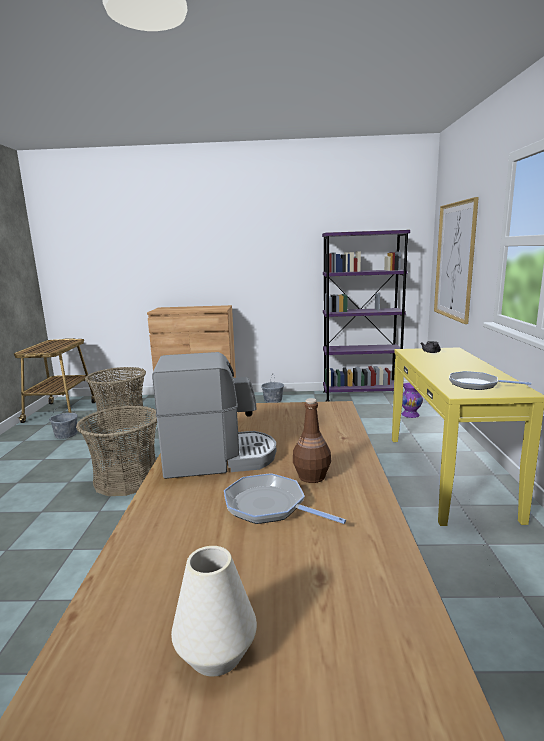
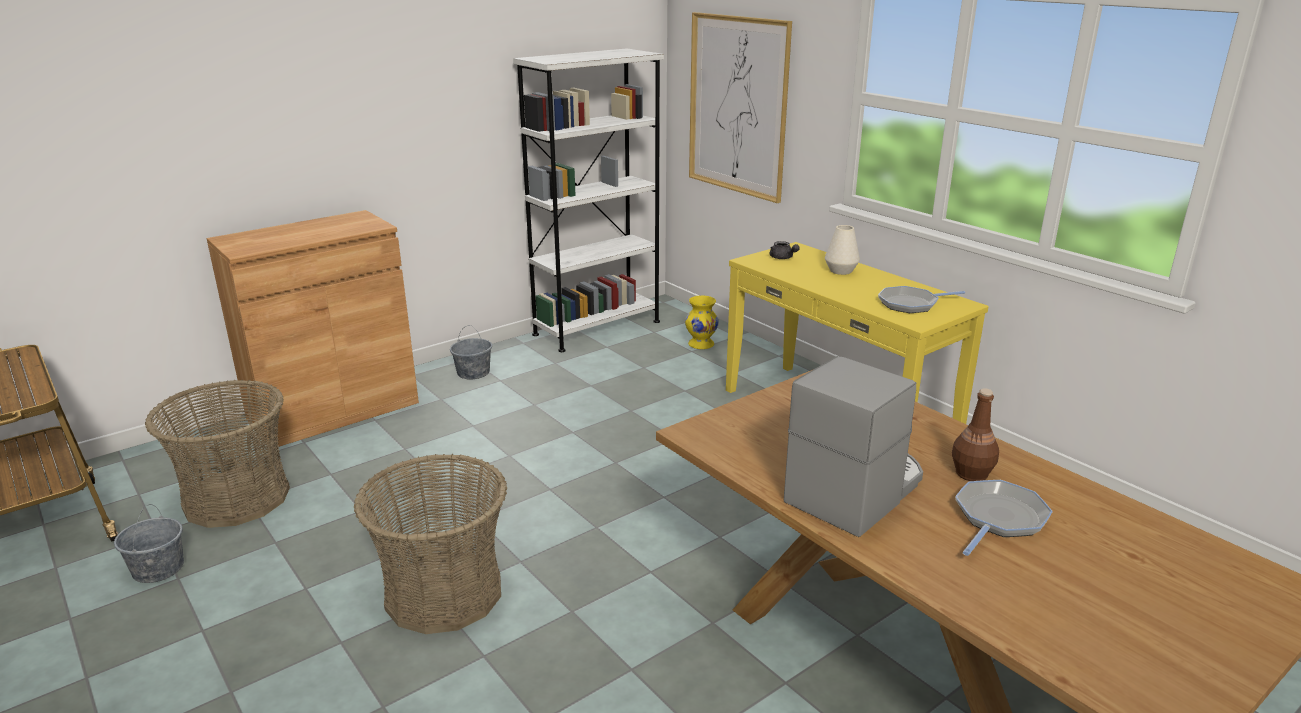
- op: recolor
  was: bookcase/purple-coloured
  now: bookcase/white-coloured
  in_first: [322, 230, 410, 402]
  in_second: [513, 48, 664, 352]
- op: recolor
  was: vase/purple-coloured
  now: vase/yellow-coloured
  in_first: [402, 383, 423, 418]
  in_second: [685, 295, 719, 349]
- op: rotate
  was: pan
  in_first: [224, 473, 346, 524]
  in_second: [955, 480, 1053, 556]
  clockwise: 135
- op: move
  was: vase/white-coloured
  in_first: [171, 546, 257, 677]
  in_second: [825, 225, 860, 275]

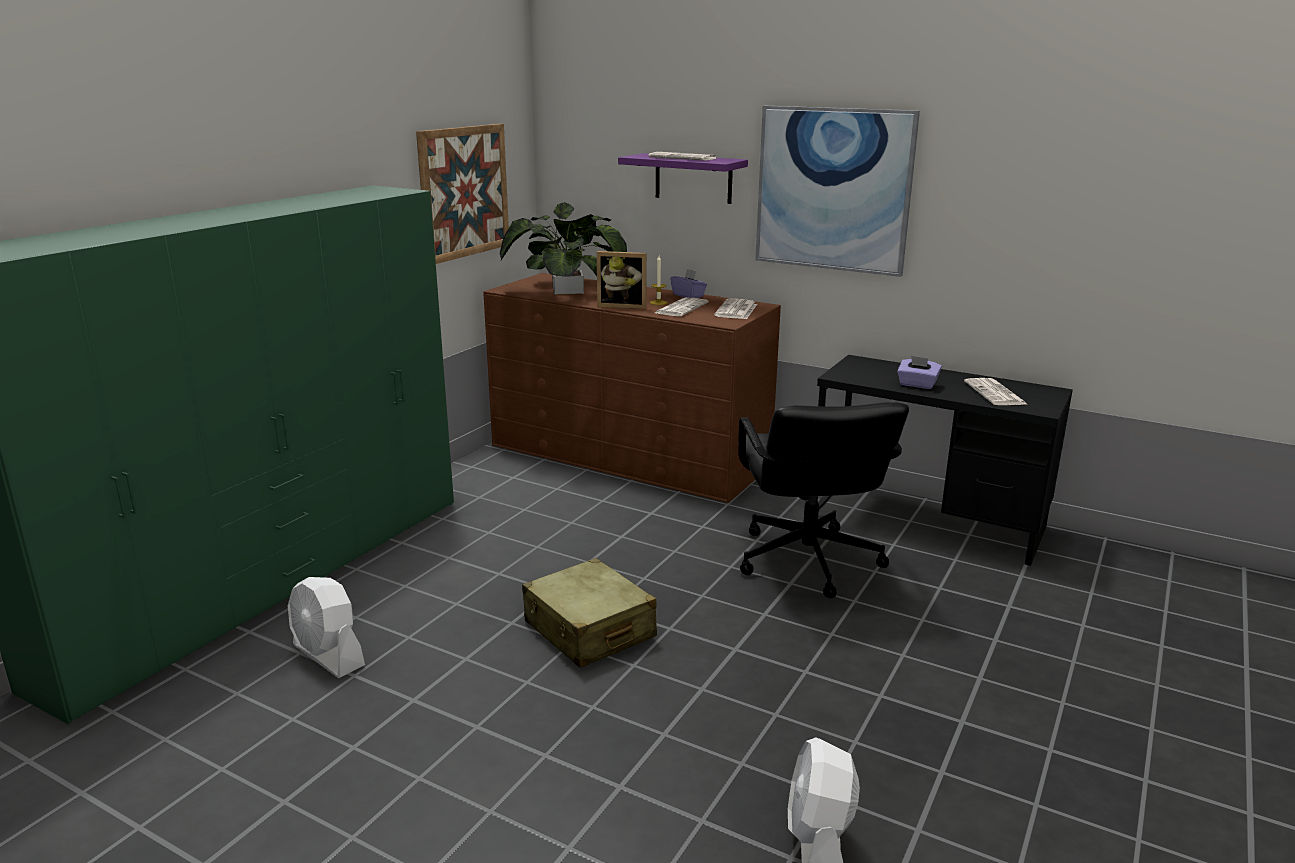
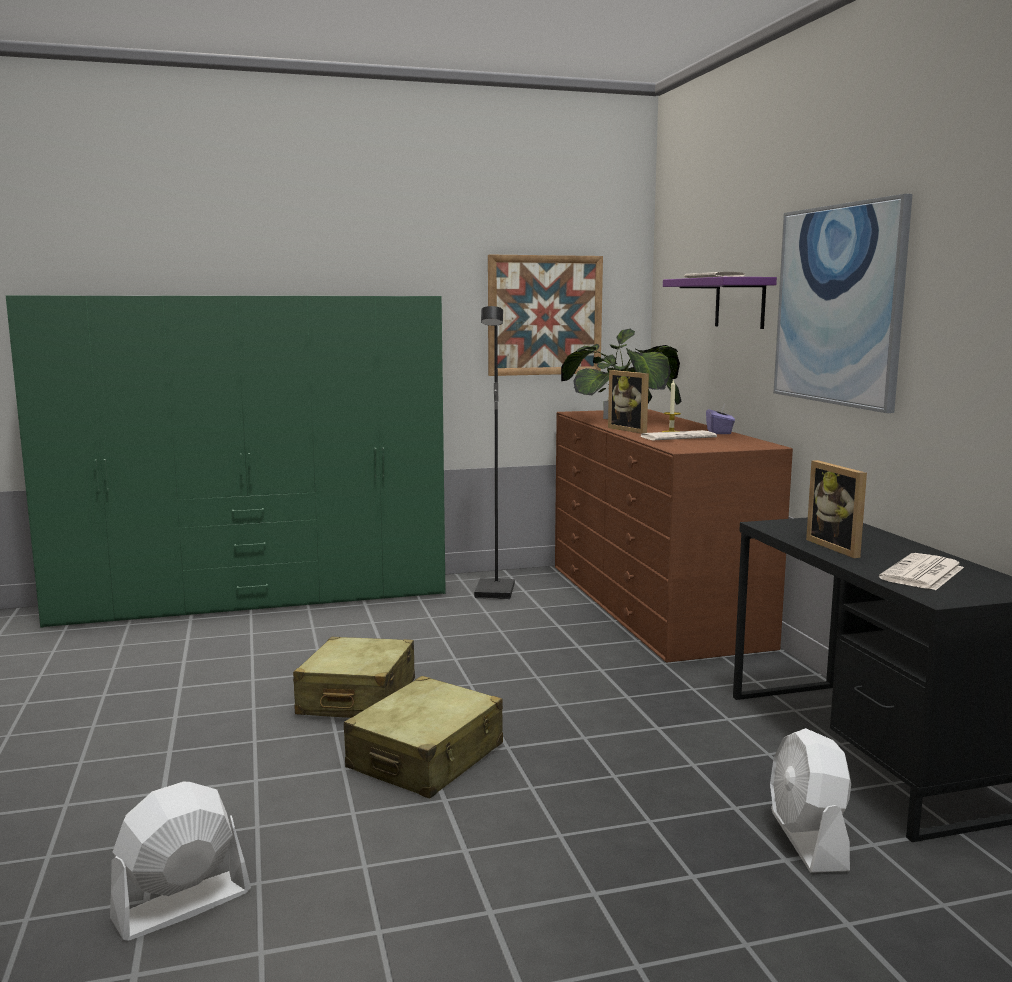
- op: delete
  was: daily paper
  in_first: [714, 299, 757, 319]
- op: replace
  was: tissue holder/purple-coloured
  now: standing frame
  in_first: [897, 356, 942, 389]
  in_second: [806, 460, 867, 558]
- op: delete
  was: desk chair/black
  in_first: [738, 402, 909, 598]
- op: move
  was: cooling fan/white-coloured
  in_first: [288, 577, 365, 678]
  in_second: [770, 728, 851, 873]
- op: insert
  now: standing lamp/black
  in_second: [474, 306, 515, 599]
- op: insert
  now: travel case/sand-coloured
  in_second: [344, 676, 503, 798]

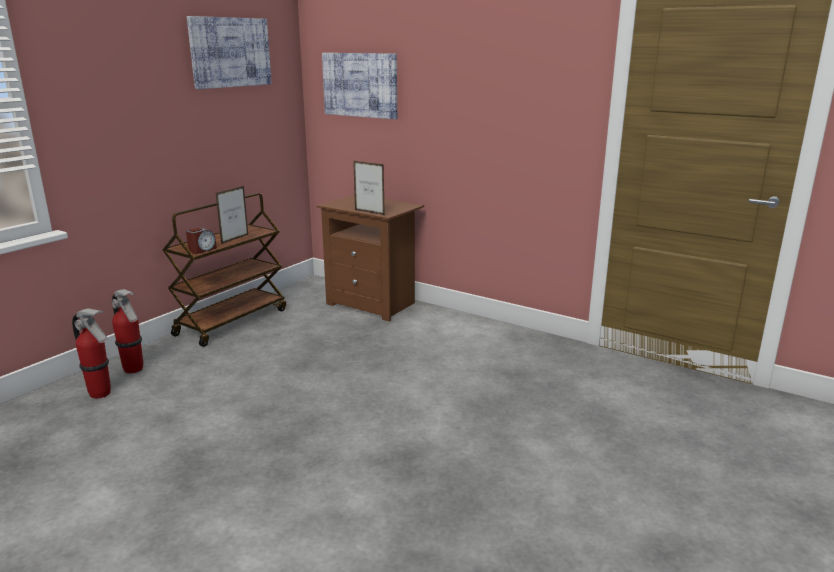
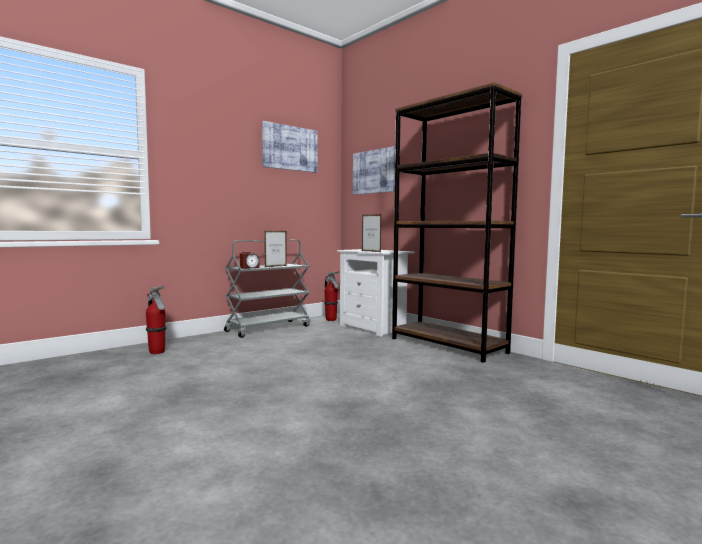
- op: recolor
  was: trolley/brown
  now: trolley/gray
  in_first: [163, 193, 286, 347]
  in_second: [224, 240, 310, 338]
- op: recolor
  was: nightstand/brown
  now: nightstand/white-coloured
  in_first: [317, 194, 424, 322]
  in_second: [337, 249, 415, 337]
- op: move
  was: extinguisher
  in_first: [111, 289, 143, 374]
  in_second: [324, 271, 340, 321]
- op: insert
  now: bookcase/brown
  in_second: [392, 82, 522, 363]

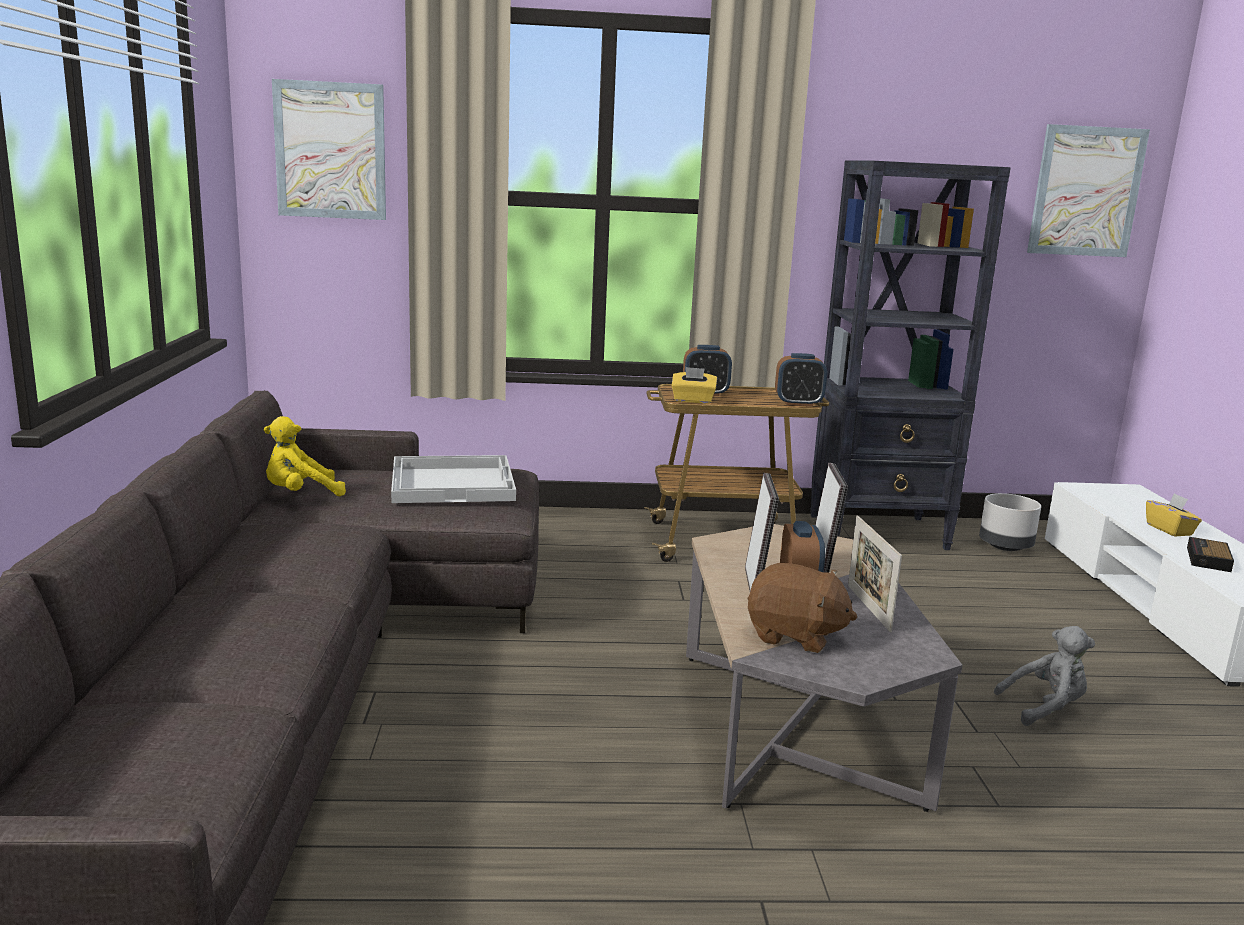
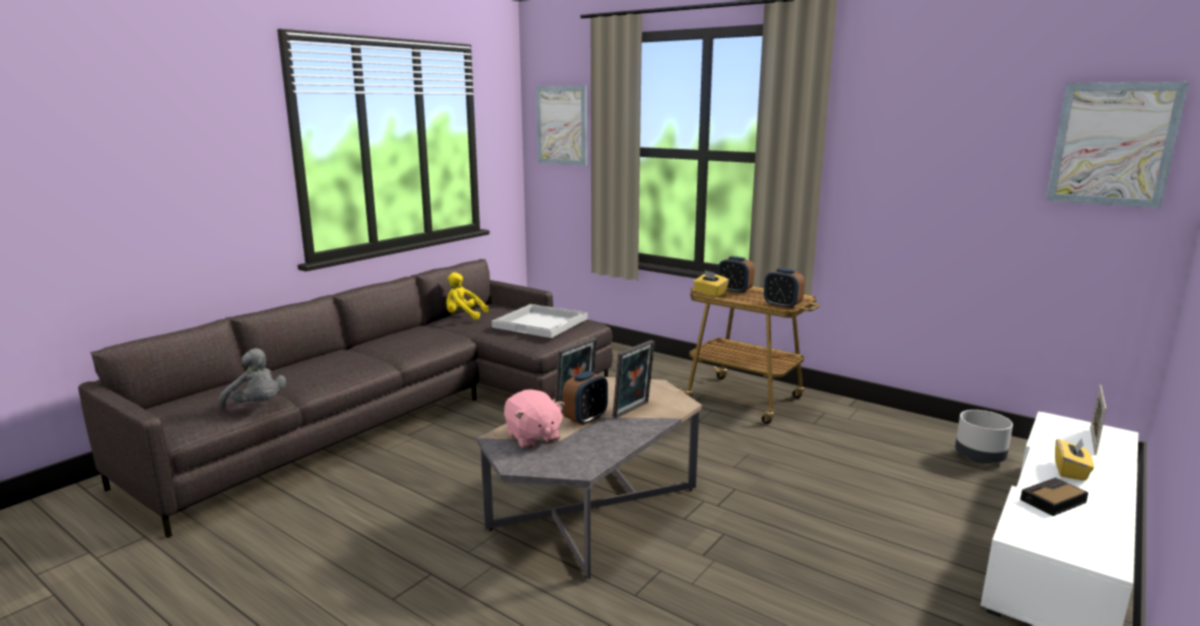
- op: delete
  was: bookcase/black
  in_first: [810, 160, 1011, 550]
- op: move
  was: standing frame
  in_first: [848, 515, 902, 632]
  in_second: [1090, 385, 1106, 455]
- op: recolor
  was: cuddly toy/brown
  now: cuddly toy/pinkish
  in_first: [748, 563, 857, 653]
  in_second: [504, 390, 564, 449]
- op: move
  was: cuddly toy/gray
  in_first: [994, 626, 1095, 726]
  in_second: [219, 348, 286, 407]

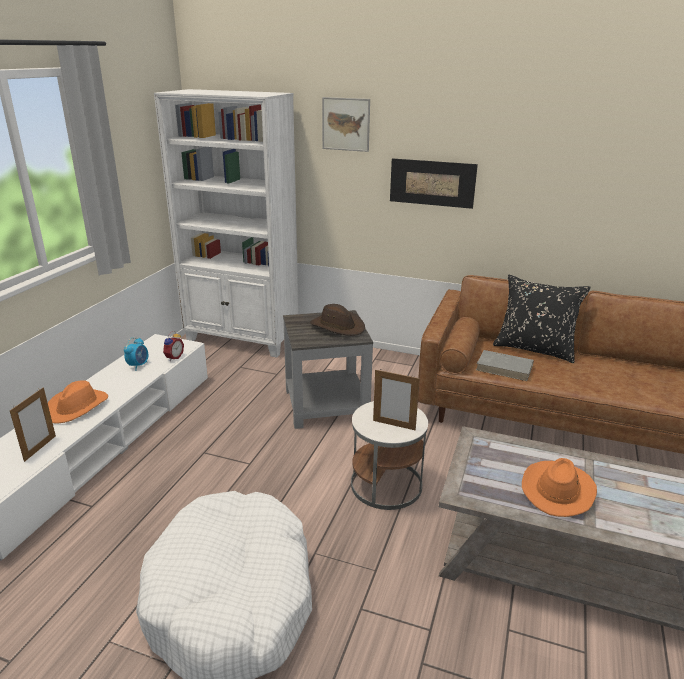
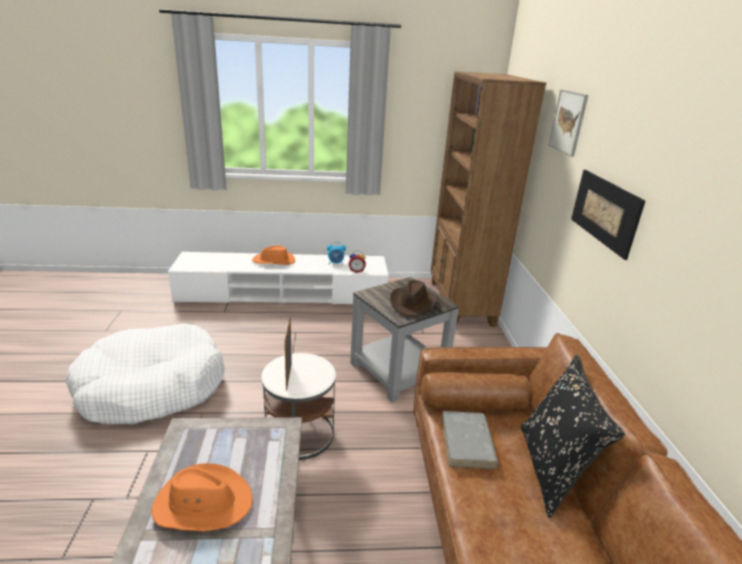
- op: recolor
  was: bookcase/white-coloured
  now: bookcase/brown
  in_first: [154, 89, 299, 357]
  in_second: [431, 71, 546, 327]
- op: delete
  was: standing frame
  in_first: [10, 387, 56, 462]

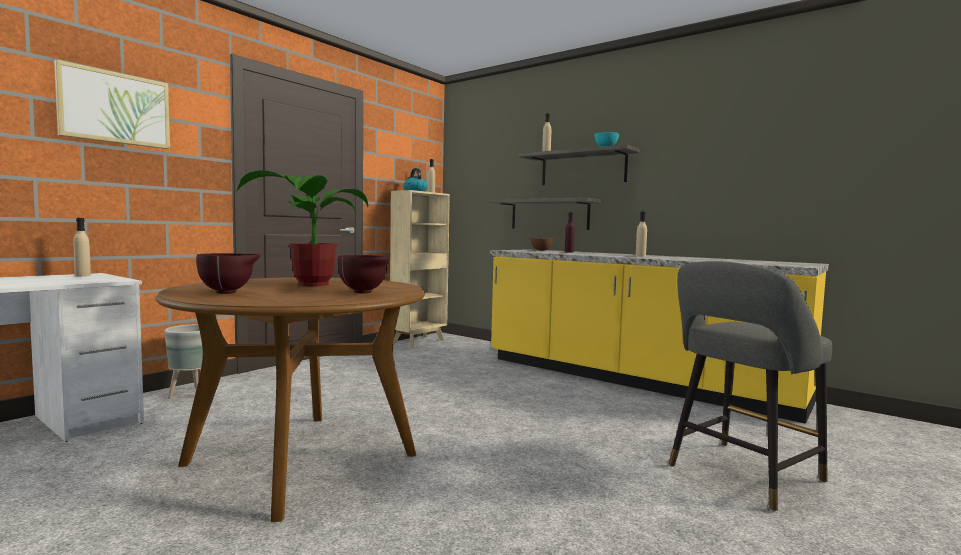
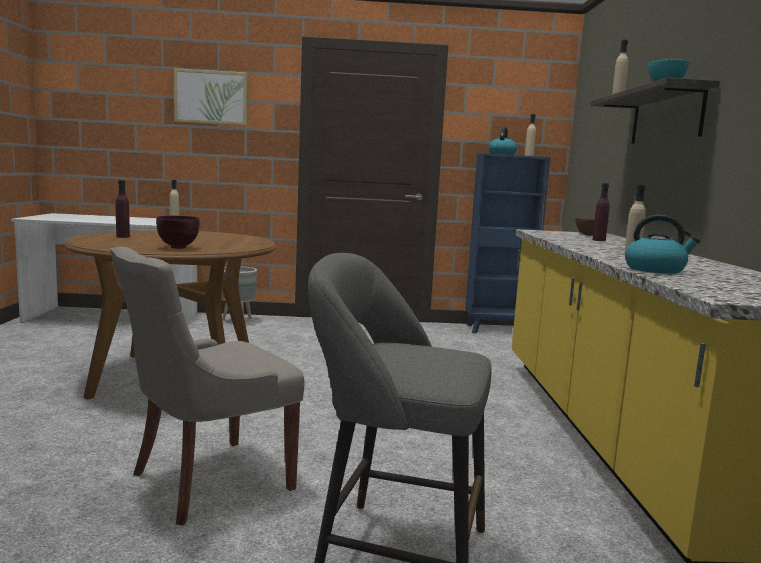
- op: delete
  was: plant in a pot
  in_first: [237, 170, 368, 286]
- op: recolor
  was: bookcase/sand-coloured
  now: bookcase/blue-coloured
  in_first: [390, 190, 450, 348]
  in_second: [465, 153, 550, 334]
- op: delete
  was: shelf
  in_first: [489, 197, 601, 230]
- op: replace
  was: serving bowl/brown
  now: bottle/purple-coloured
  in_first: [196, 253, 260, 294]
  in_second: [116, 180, 130, 238]
- op: insert
  now: water kettle
  in_second: [625, 215, 700, 274]
- op: insert
  now: upright chair/gray
  in_second: [110, 247, 304, 525]

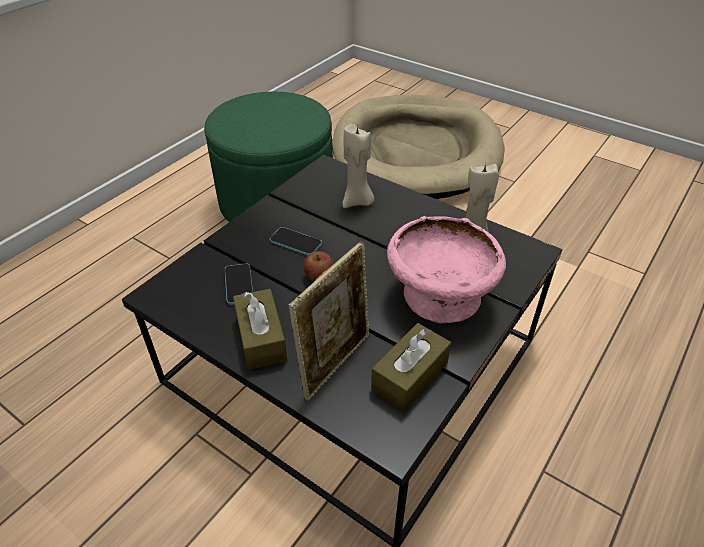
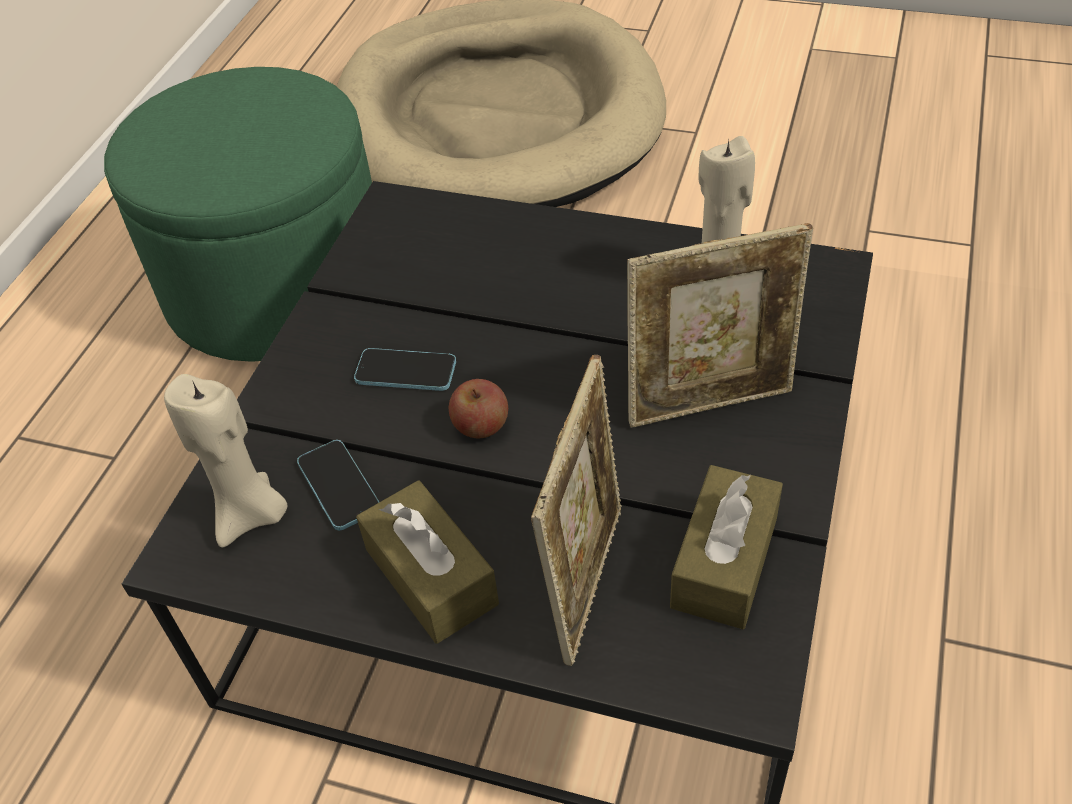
- op: move
  was: wax candle/sand-coloured
  in_first: [342, 124, 374, 208]
  in_second: [164, 374, 288, 548]
- op: replace
  was: serving bowl/pinkish
  now: standing frame
  in_first: [387, 216, 506, 323]
  in_second: [627, 223, 813, 428]

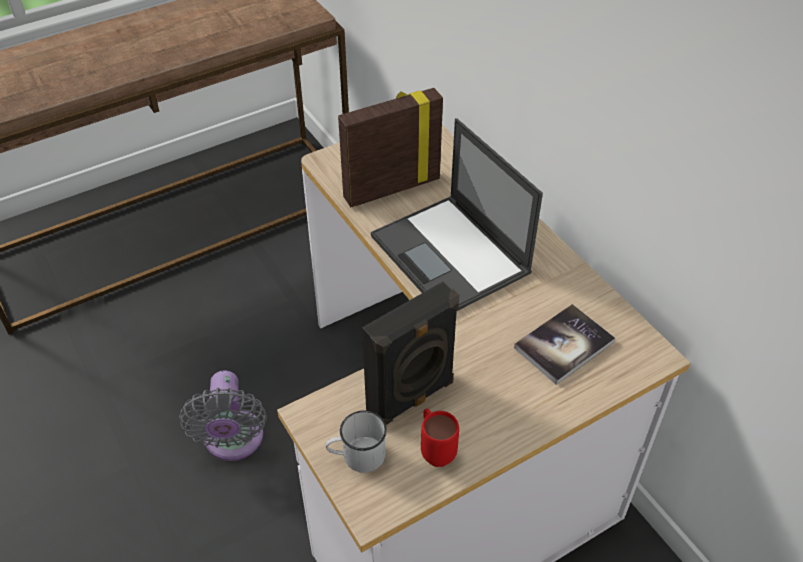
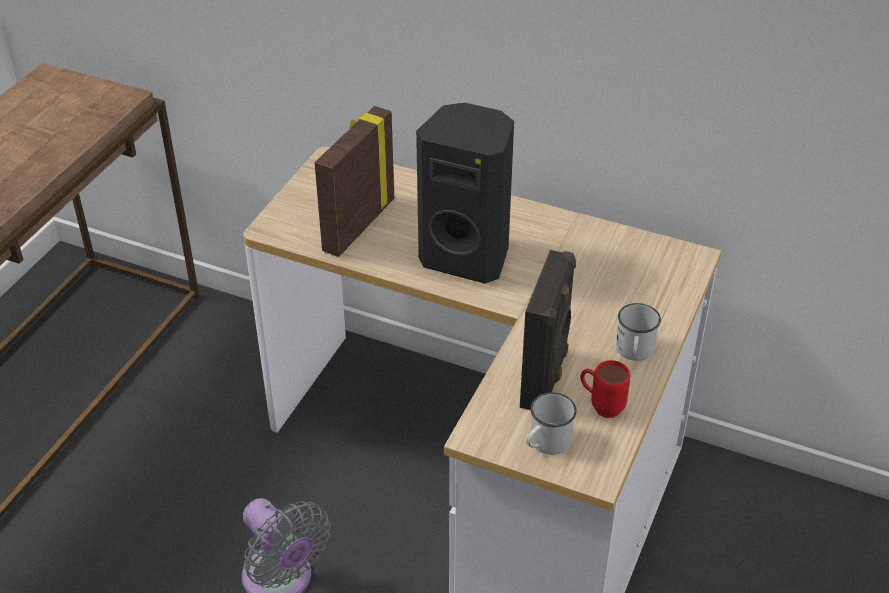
- op: replace
  was: portable computer
  now: speaker/black
  in_first: [371, 118, 543, 311]
  in_second: [416, 103, 514, 284]
- op: delete
  was: bound book
  in_first: [514, 304, 615, 385]
- op: insert
  now: coffee mug/white-coloured
  in_second: [616, 303, 661, 361]

